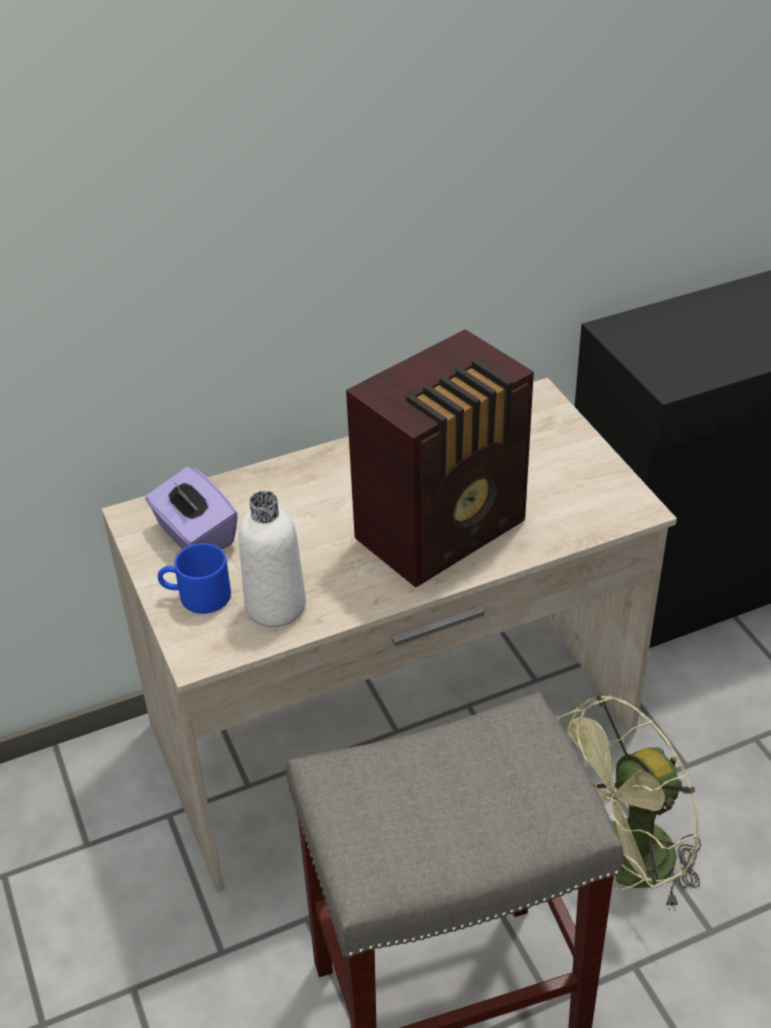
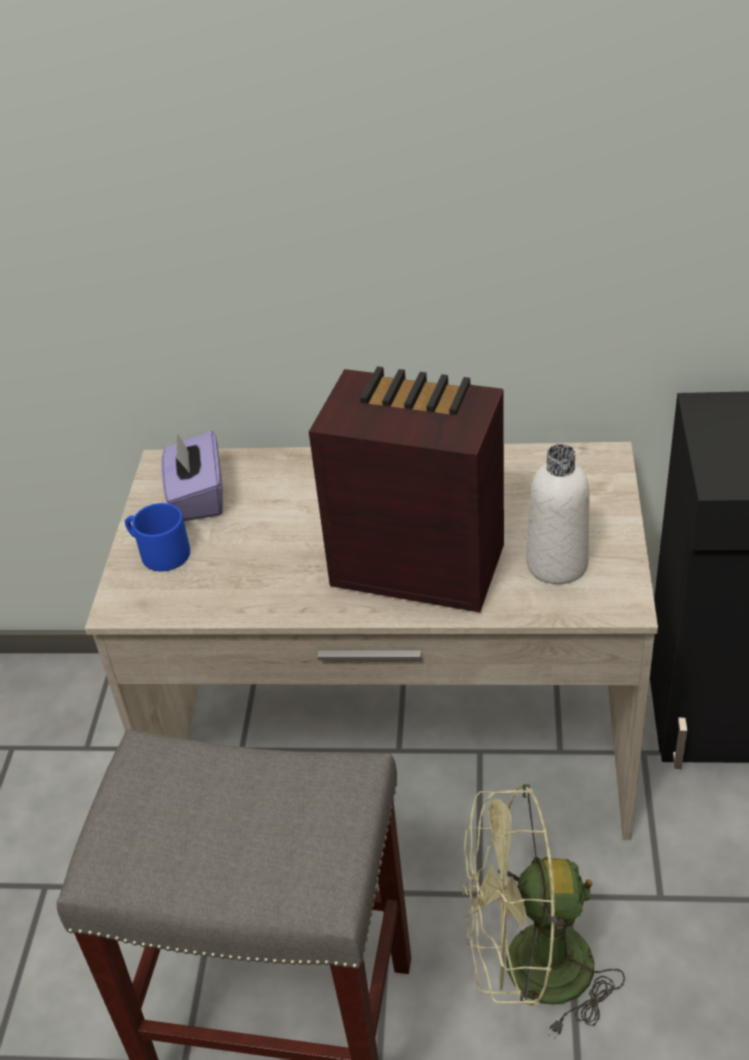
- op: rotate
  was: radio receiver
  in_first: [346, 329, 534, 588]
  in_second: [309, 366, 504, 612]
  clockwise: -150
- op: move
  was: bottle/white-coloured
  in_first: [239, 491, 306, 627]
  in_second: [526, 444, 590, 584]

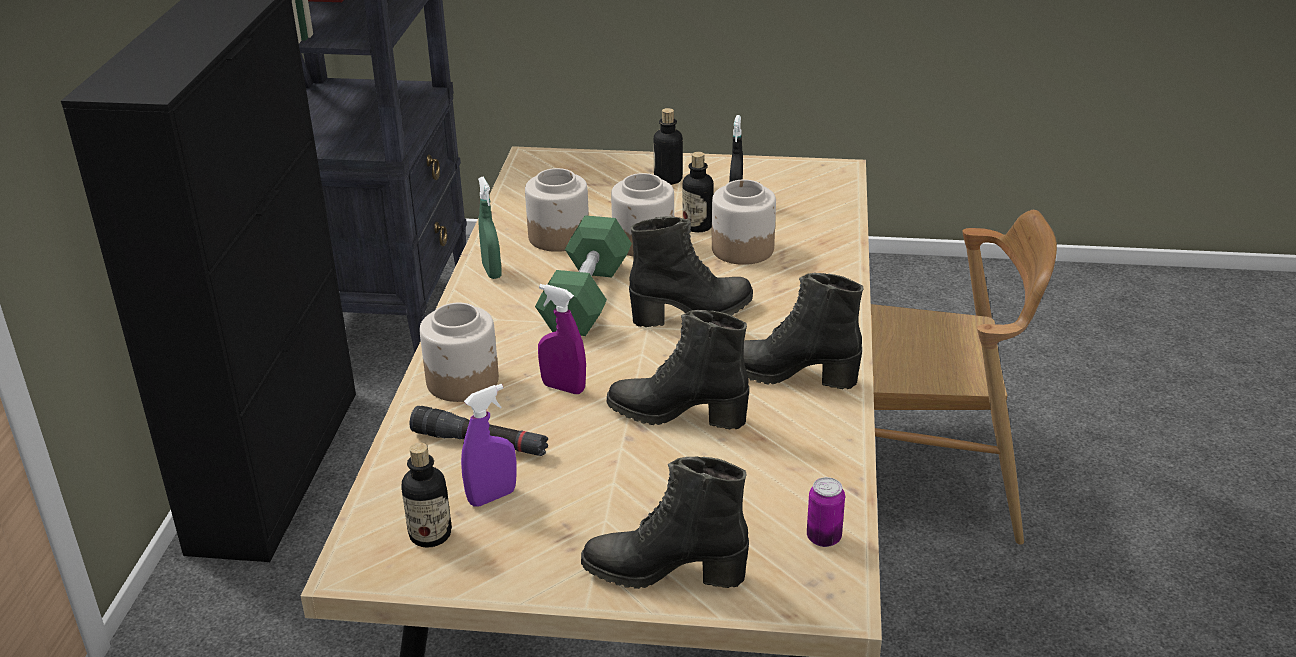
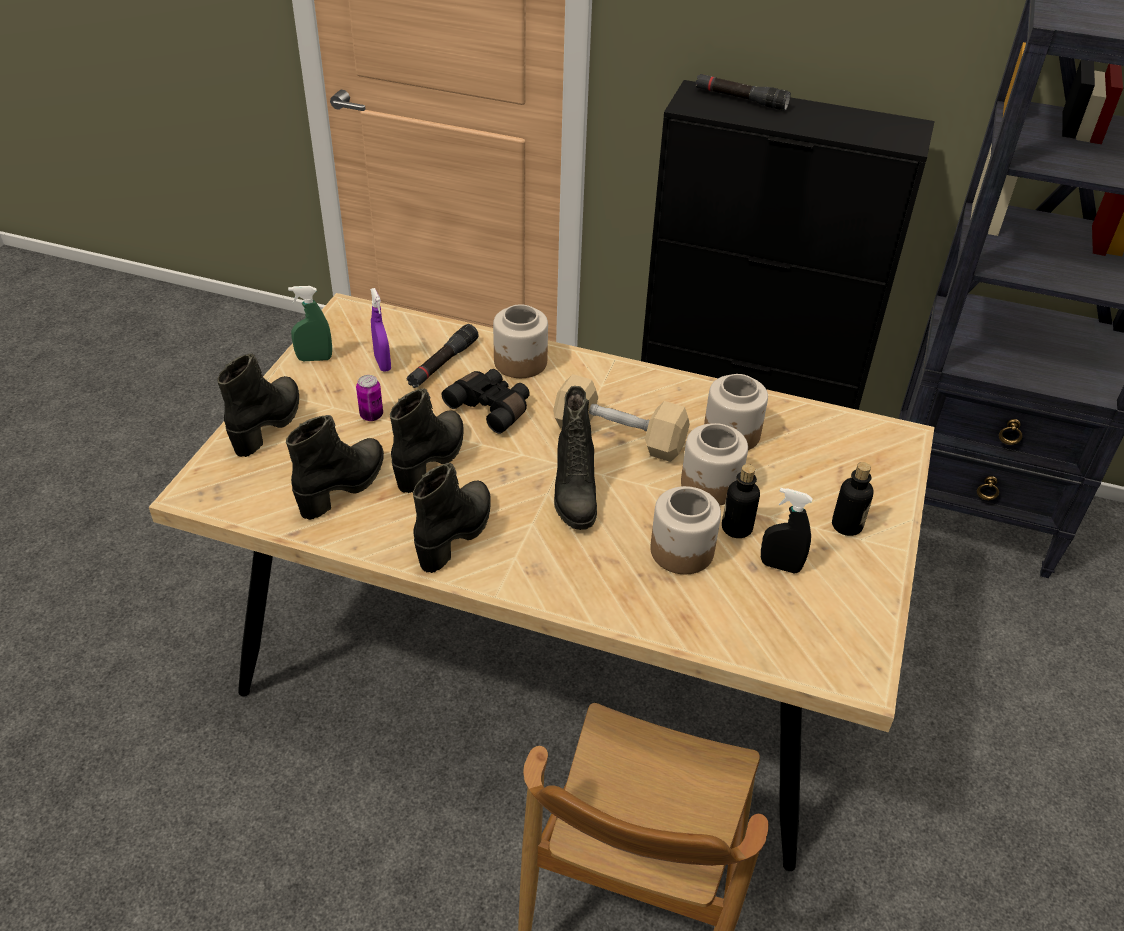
- op: move
  was: spray bottle/green-coloured
  in_first: [478, 177, 502, 279]
  in_second: [288, 286, 332, 361]
- op: recolor
  was: hand weight/green-coloured
  now: hand weight/sand-coloured
  in_first: [535, 215, 632, 336]
  in_second: [553, 374, 690, 462]
- op: replace
  was: spray bottle/purple-coloured
  now: pair of binoculars/black
  in_first: [538, 284, 586, 394]
  in_second: [442, 369, 530, 434]
- op: delete
  was: bottle
  in_first: [402, 443, 452, 548]
- op: move
  was: can
  in_first: [807, 477, 845, 547]
  in_second: [356, 375, 383, 421]
- op: insert
  now: flashlight/black
  in_second: [695, 74, 791, 110]
- op: insert
  now: boot/black
  in_second: [286, 415, 384, 520]

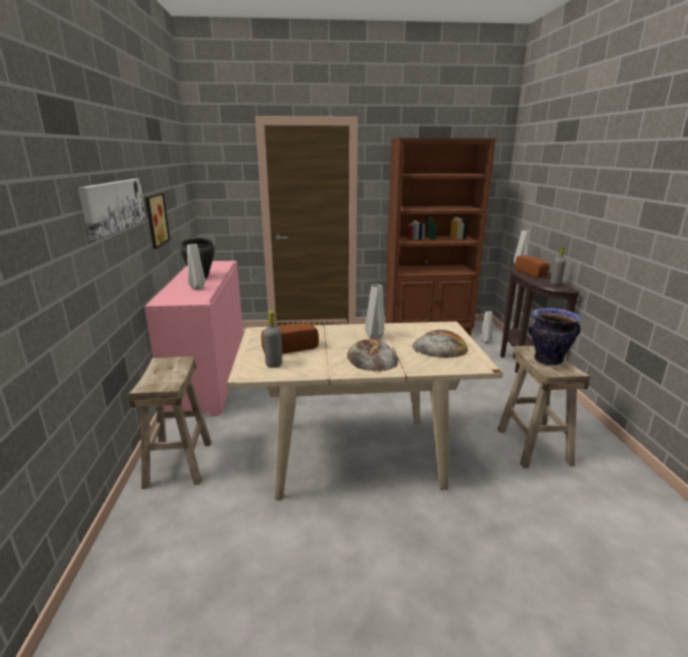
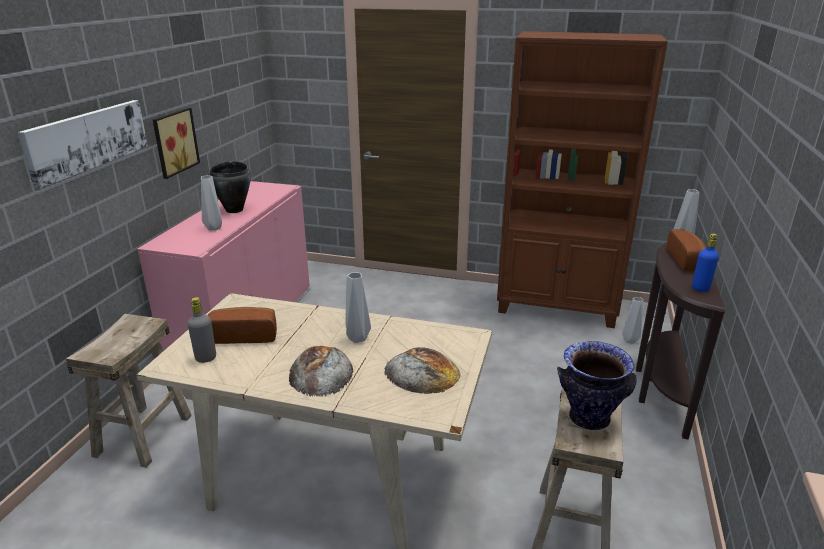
- op: recolor
  was: bottle/gray
  now: bottle/blue-coloured
  in_first: [550, 247, 566, 285]
  in_second: [692, 234, 719, 291]

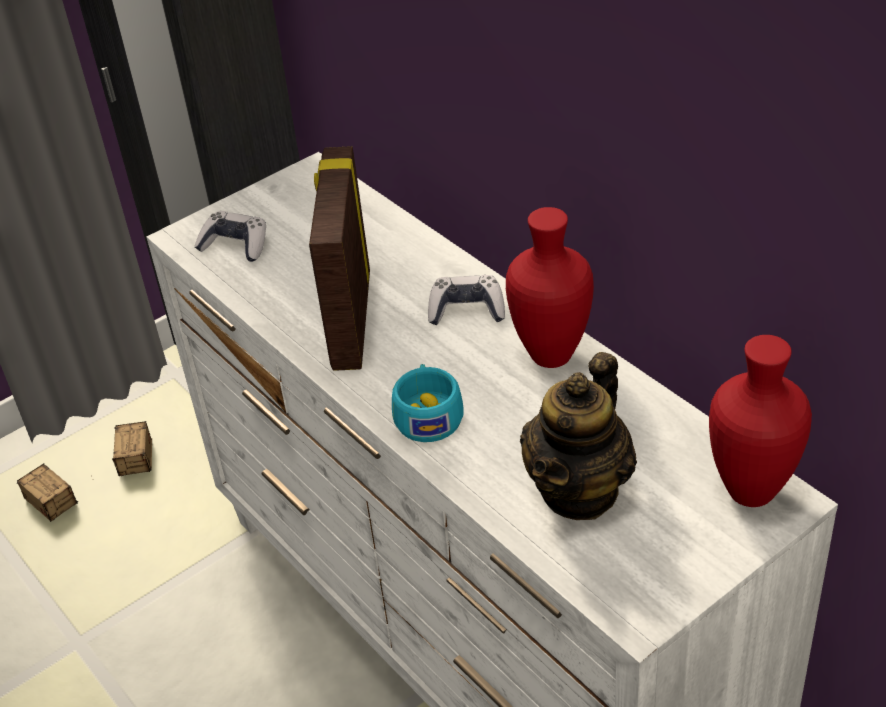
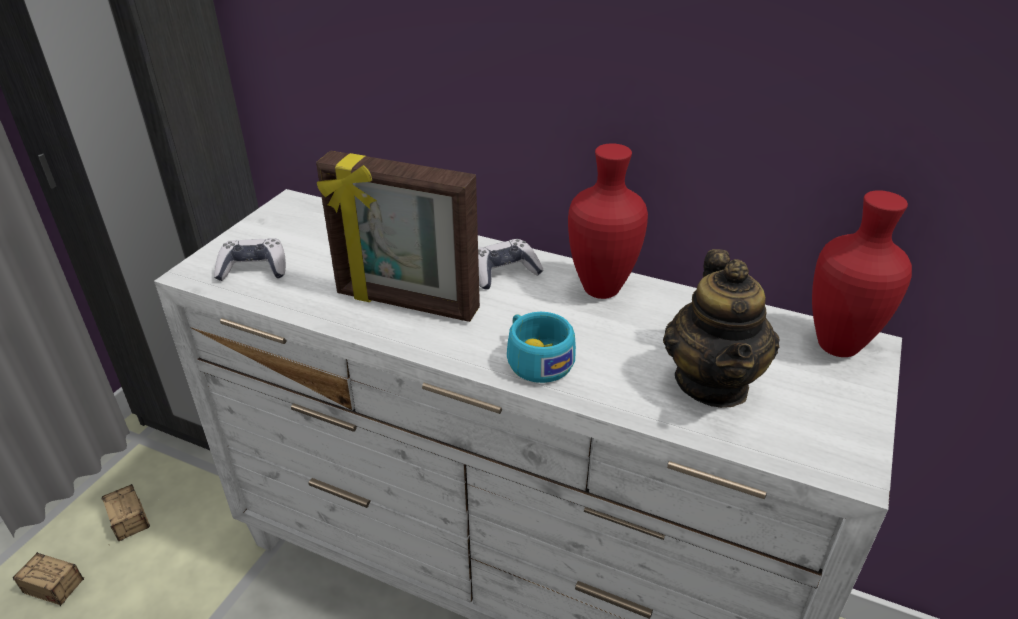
- op: rotate
  was: standing frame
  in_first: [309, 146, 370, 371]
  in_second: [316, 151, 480, 322]
  clockwise: -45

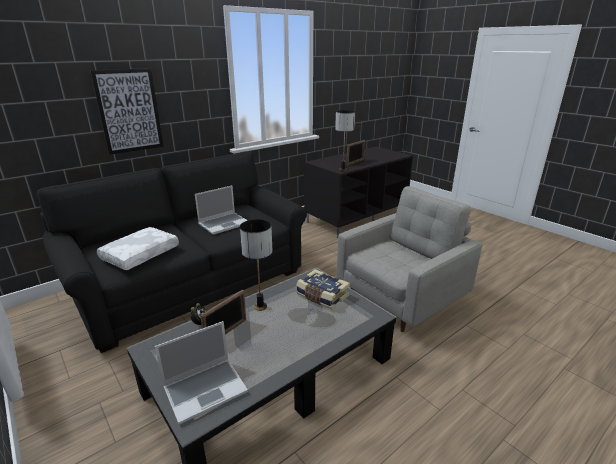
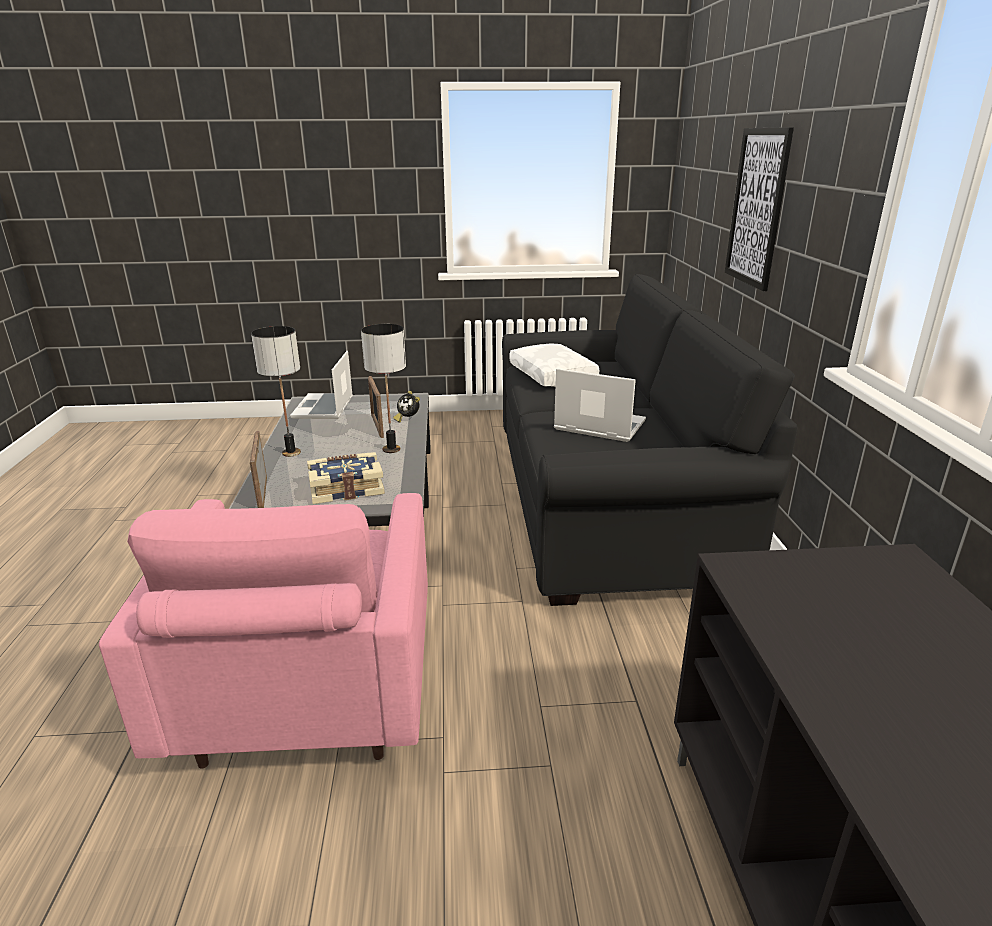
- op: move
  was: tabletop lamp
  in_first: [335, 110, 355, 171]
  in_second: [251, 326, 301, 457]
- op: move
  was: standing frame
  in_first: [346, 140, 365, 166]
  in_second: [250, 431, 267, 508]
- op: rotate
  was: portable computer
  in_first: [195, 185, 248, 235]
  in_second: [554, 368, 646, 442]
  clockwise: 120
- op: recolor
  was: lounge chair/gray
  now: lounge chair/pinkish
  in_first: [337, 186, 482, 332]
  in_second: [99, 493, 428, 769]

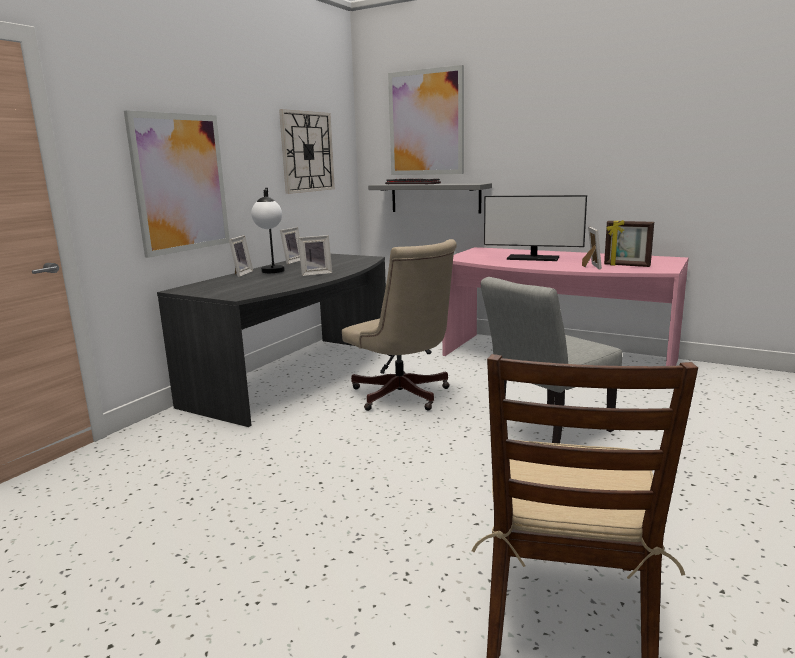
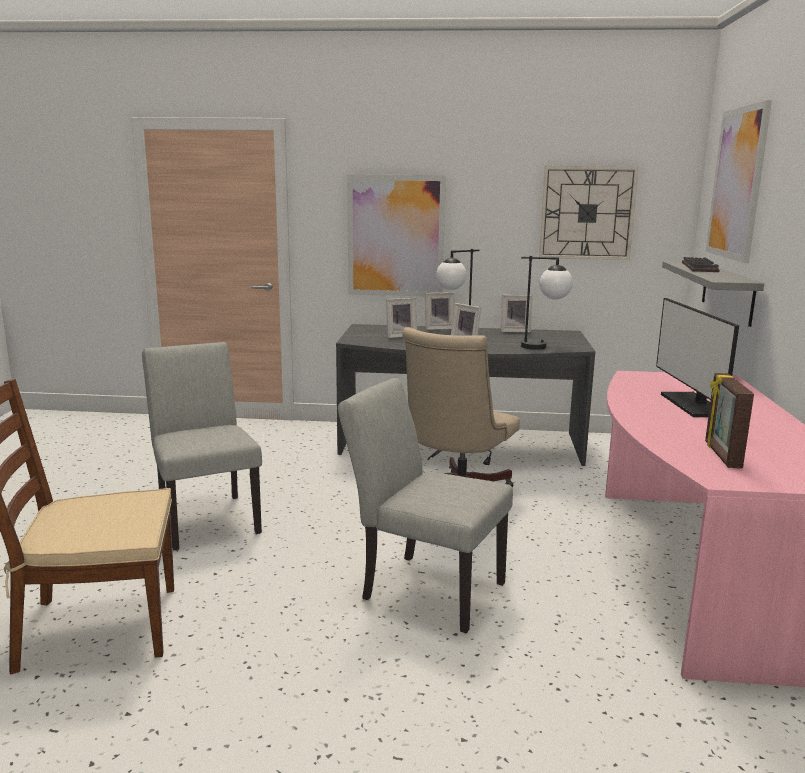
- op: move
  was: standing frame
  in_first: [582, 227, 602, 269]
  in_second: [386, 298, 417, 338]
- op: insert
  now: tabletop lamp
  in_second: [521, 256, 573, 350]
- op: insert
  now: upright chair/gray
  in_second: [142, 342, 262, 550]

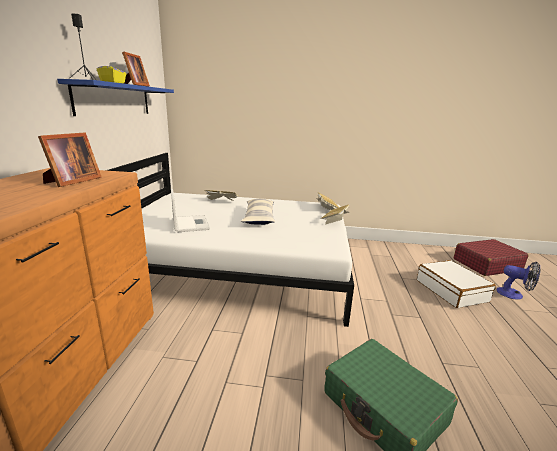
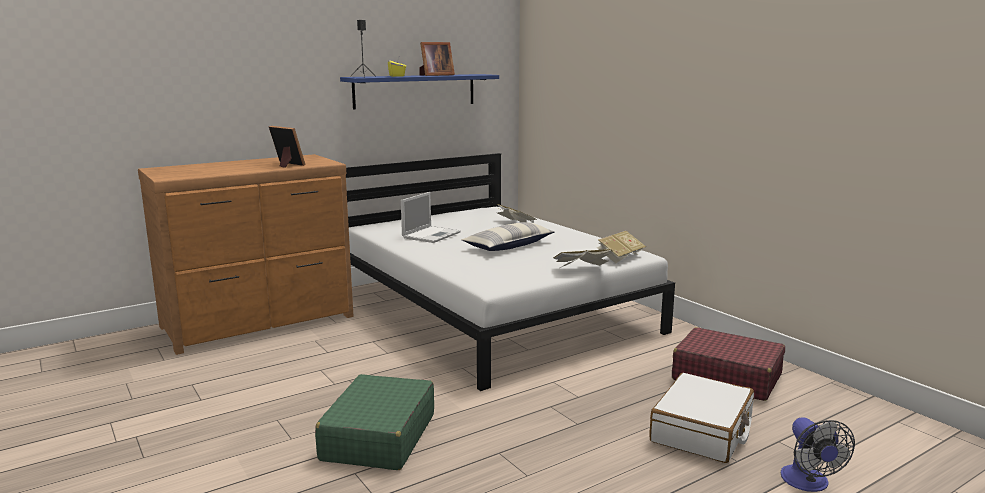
- op: rotate
  was: standing frame
  in_first: [38, 132, 101, 187]
  in_second: [269, 126, 306, 168]
  clockwise: -120
- op: move
  was: travel case/reddish
  in_first: [454, 239, 529, 276]
  in_second: [672, 327, 785, 401]

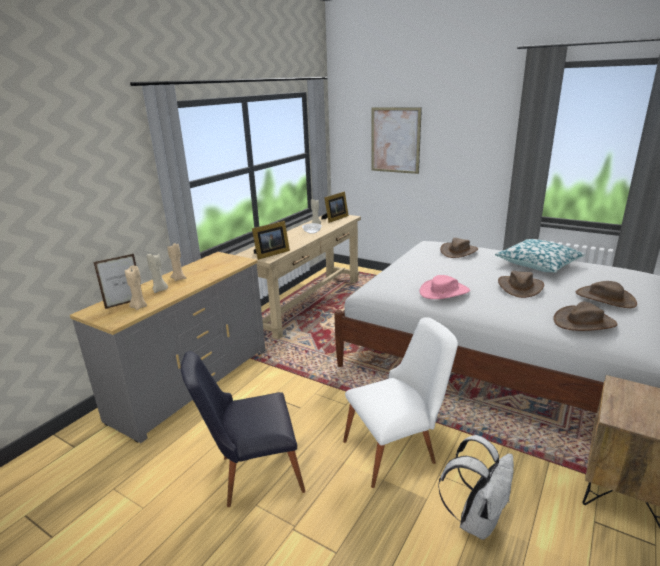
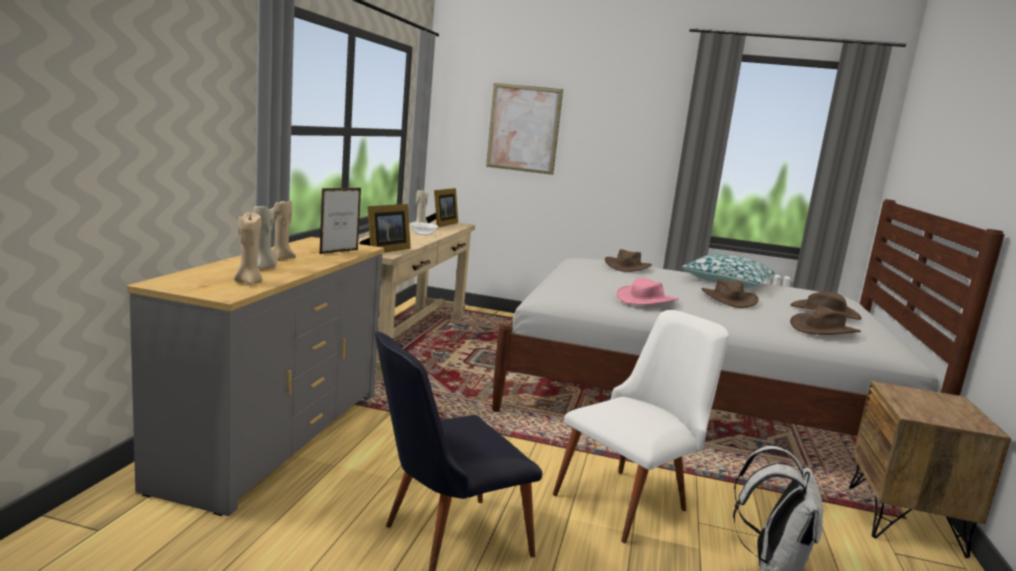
- op: move
  was: standing frame
  in_first: [94, 254, 143, 309]
  in_second: [320, 188, 361, 254]

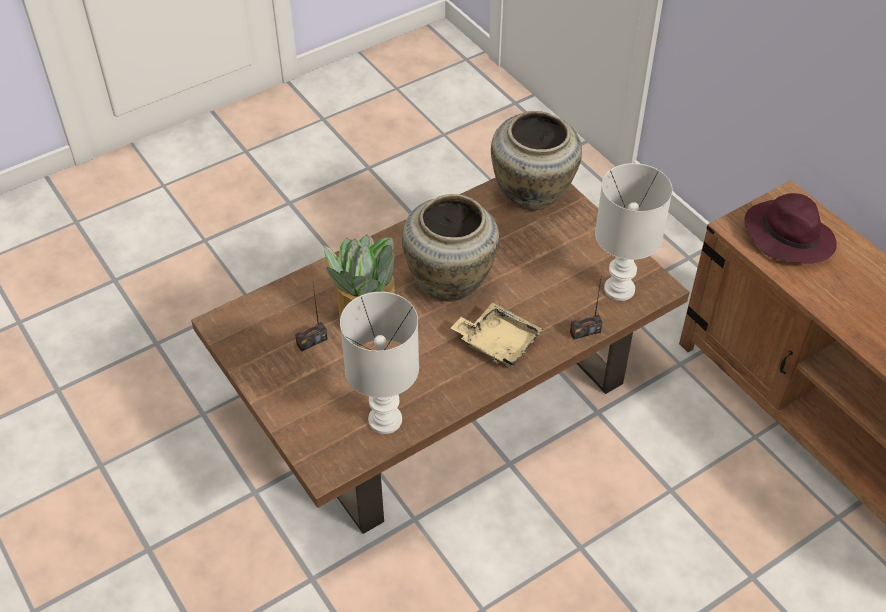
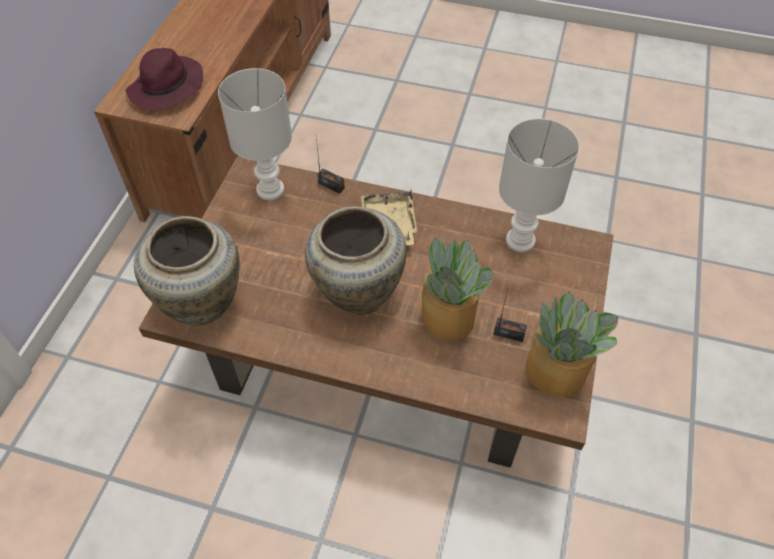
- op: insert
  now: plant in a pot
  in_second: [526, 292, 618, 397]

